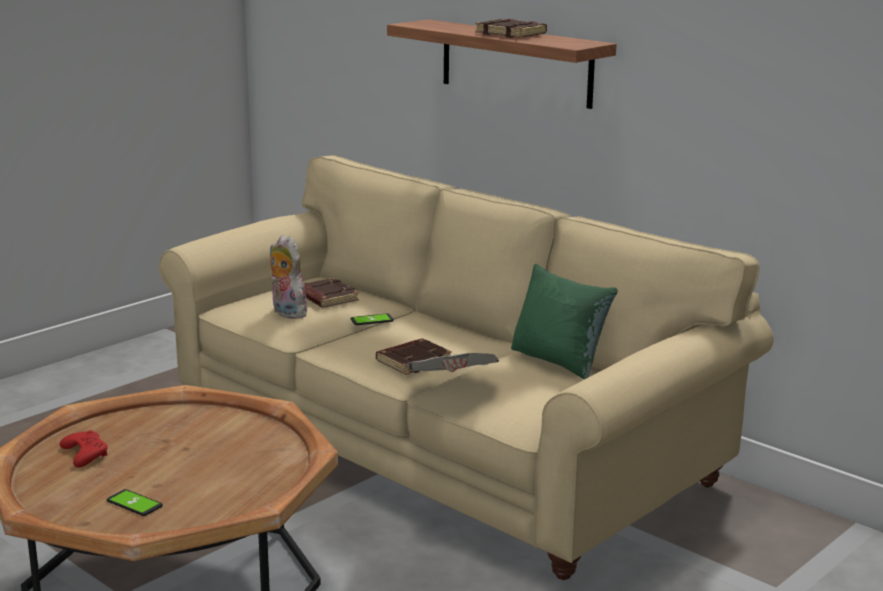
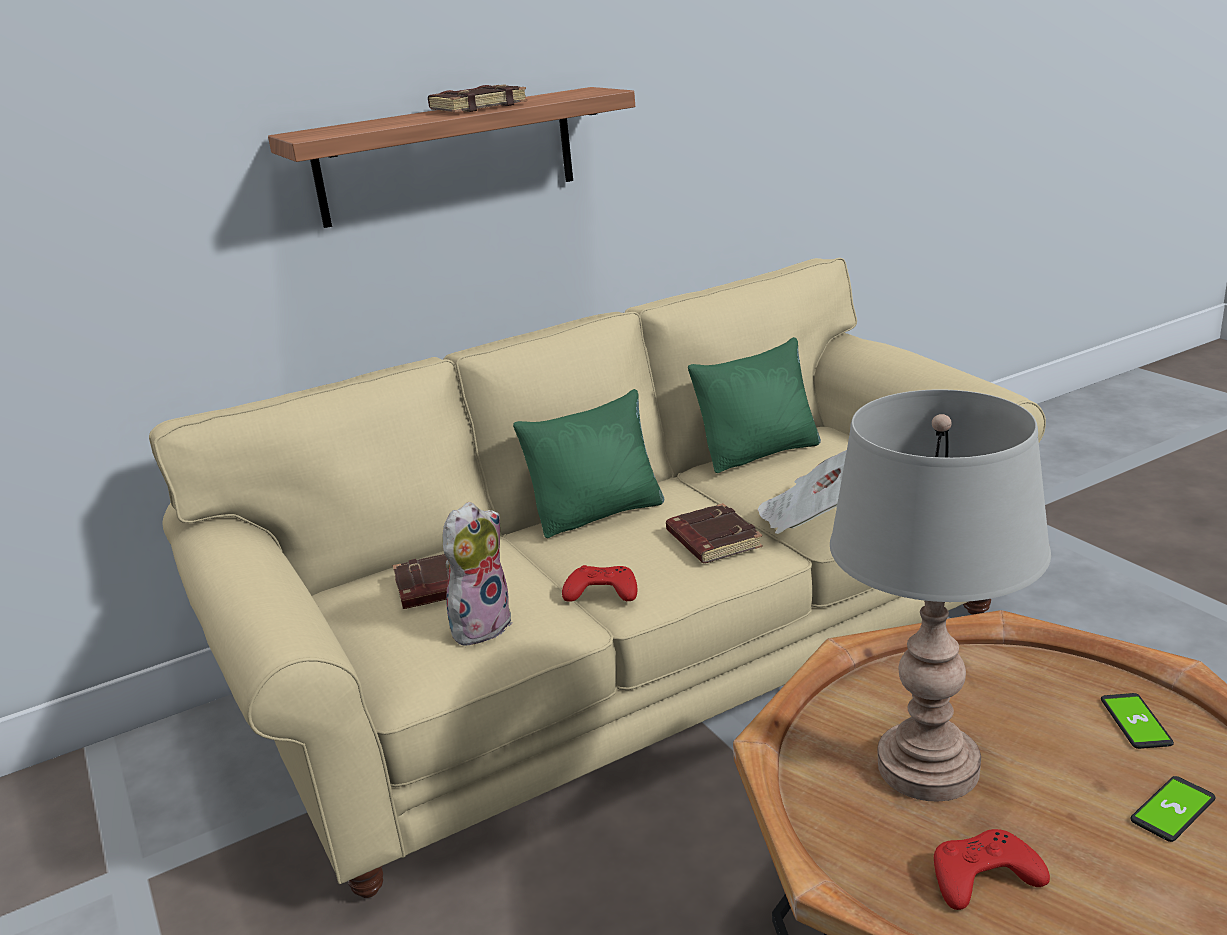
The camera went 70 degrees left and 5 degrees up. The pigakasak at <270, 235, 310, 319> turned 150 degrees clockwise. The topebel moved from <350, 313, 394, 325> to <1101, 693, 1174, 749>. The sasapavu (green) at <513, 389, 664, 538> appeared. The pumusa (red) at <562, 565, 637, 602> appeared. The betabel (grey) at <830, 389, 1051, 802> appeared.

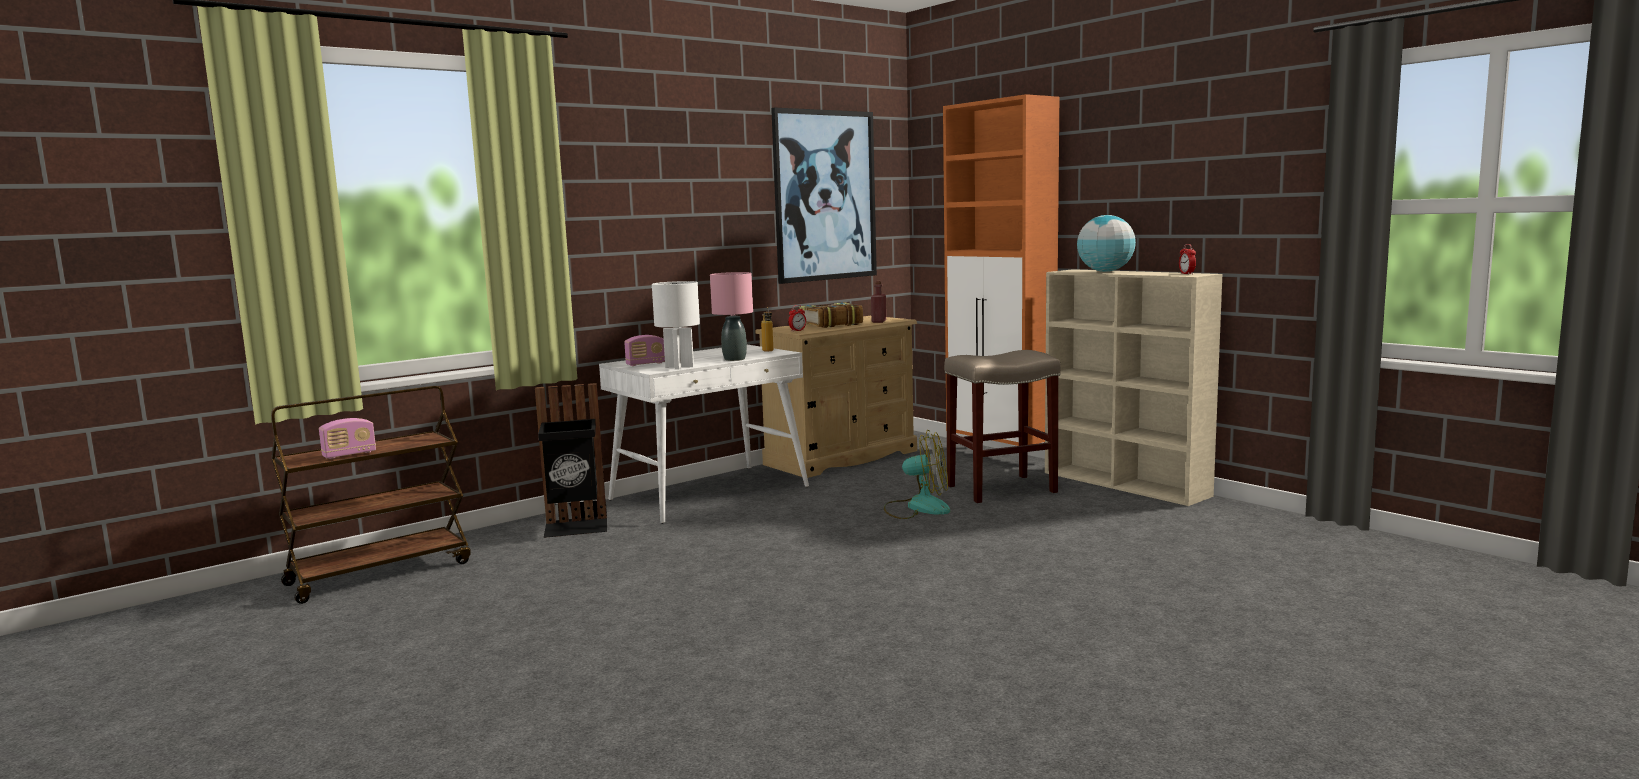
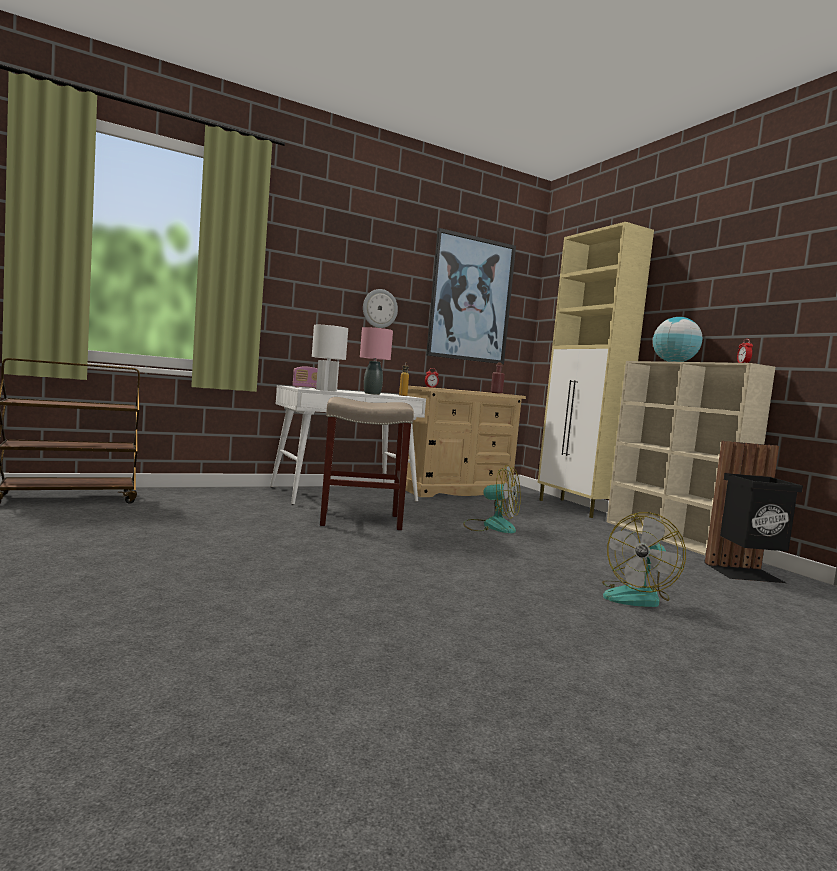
The camera went 10 degrees right and 5 degrees down. The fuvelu at <319, 418, 376, 459> disappeared. The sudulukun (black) moved from <535, 383, 607, 538> to <704, 441, 803, 583>. The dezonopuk at <800, 303, 863, 328> disappeared. The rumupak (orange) at <943, 94, 1059, 446> became the rumupak (beige) at <537, 222, 654, 518>. The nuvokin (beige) moved from <944, 350, 1061, 503> to <320, 397, 414, 530>. The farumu at <363, 289, 398, 328> appeared. The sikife at <602, 512, 686, 607> appeared.

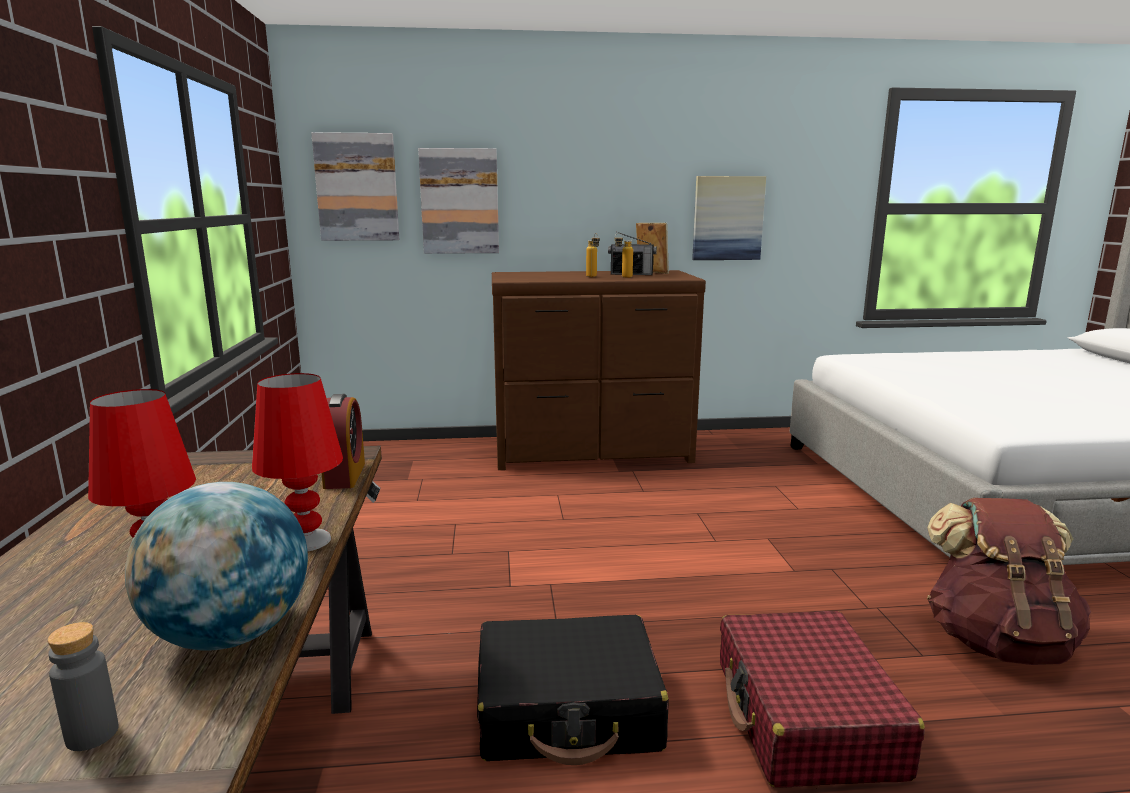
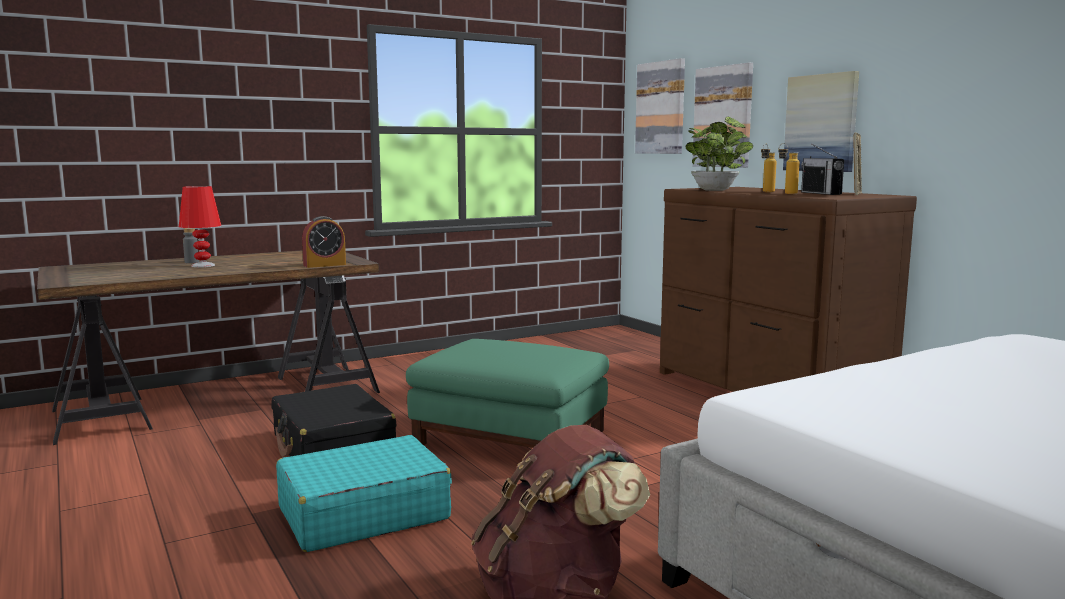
The camera went 65 degrees right and 5 degrees down. The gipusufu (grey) moved from <47, 622, 119, 751> to <183, 228, 199, 263>. The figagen at <125, 482, 308, 651> disappeared. The betabel (red) at <252, 373, 343, 551> disappeared. The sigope moved from <692, 176, 766, 260> to <783, 71, 859, 172>. The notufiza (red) at <720, 611, 925, 788> became the notufiza (turquoise) at <276, 435, 452, 552>. The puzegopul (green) at <406, 339, 609, 448> appeared. The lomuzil at <686, 116, 753, 191> appeared.

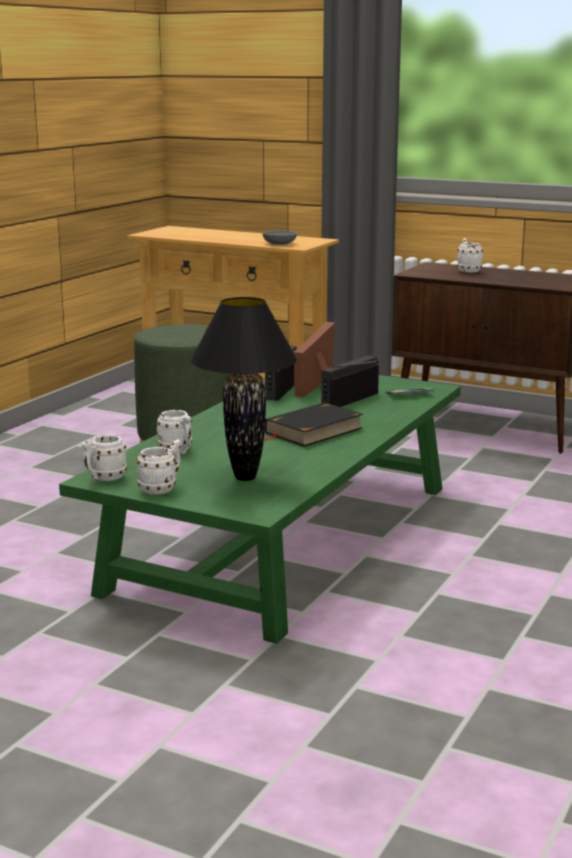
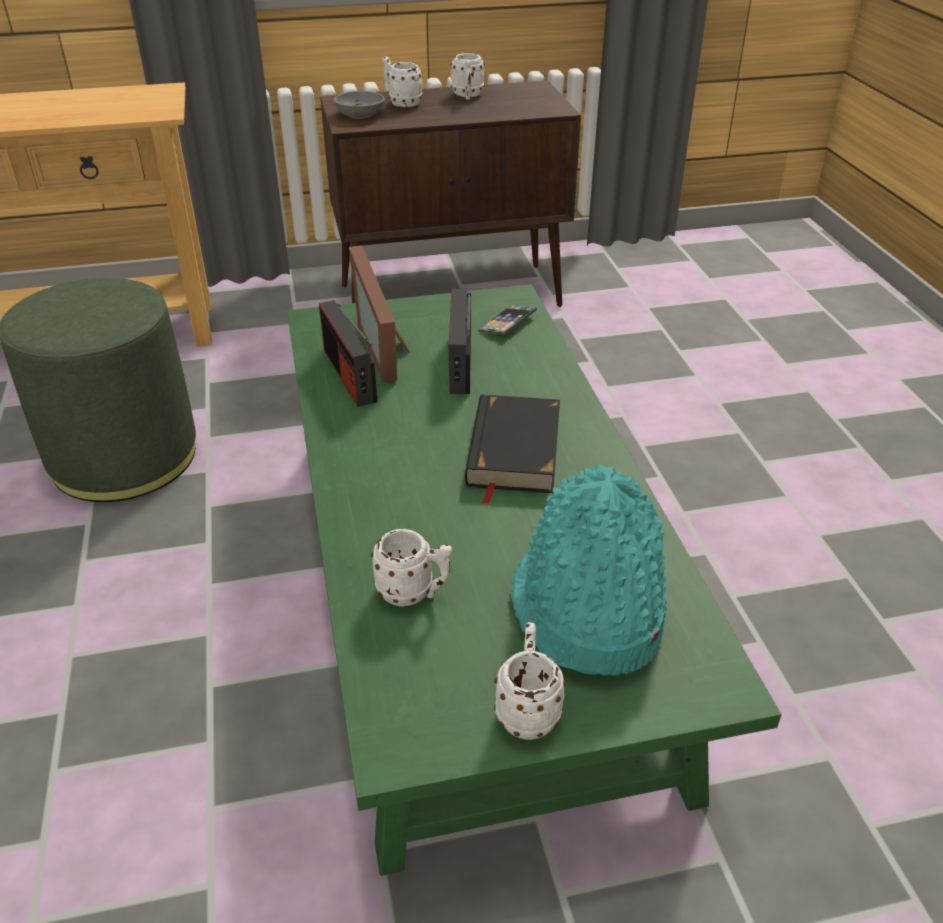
The camera went 40 degrees left and 20 degrees up. The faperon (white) moved from <82, 435, 127, 483> to <451, 53, 485, 100>. The betabel (black) at <191, 297, 297, 481> was replaced by the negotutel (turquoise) at <511, 464, 667, 676>. The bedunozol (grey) moved from <262, 230, 297, 245> to <334, 91, 385, 119>.

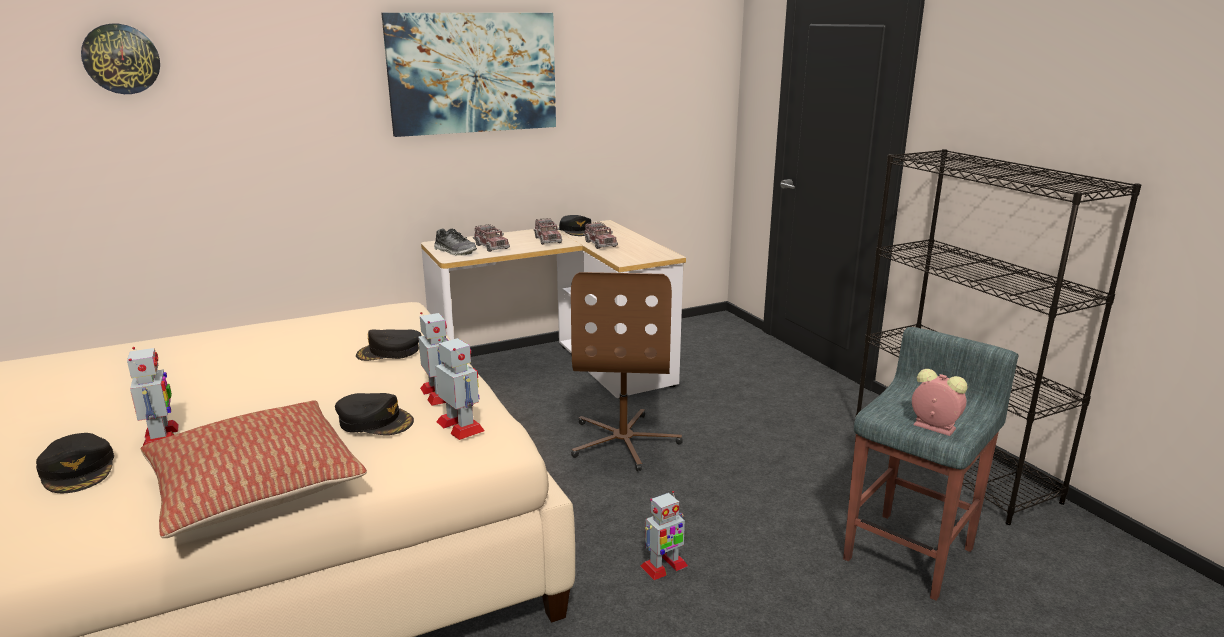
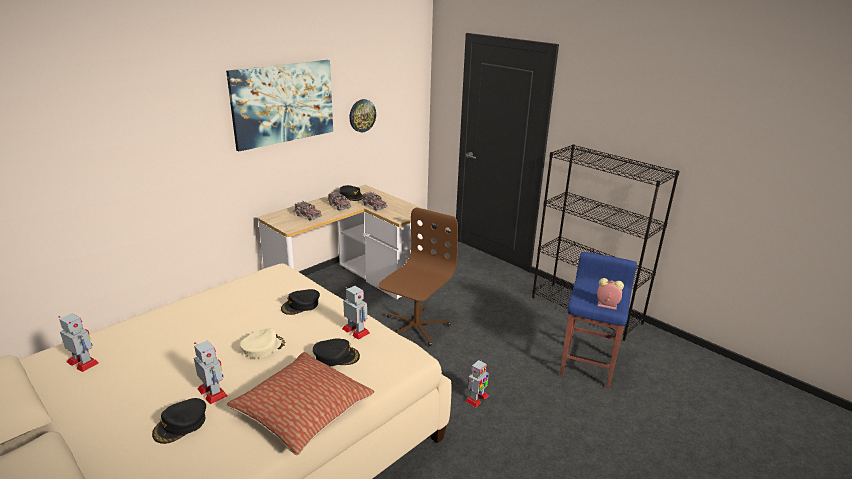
The camera went 20 degrees left and 5 degrees up. The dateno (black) at <36, 433, 114, 493> turned 90 degrees clockwise. The farumu moved from <81, 24, 160, 94> to <349, 99, 376, 132>. The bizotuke at <434, 228, 477, 256> disappeared. The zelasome moved from <436, 338, 485, 440> to <59, 313, 99, 372>. The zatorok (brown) at <571, 272, 683, 471> turned 135 degrees counterclockwise. The nuvokin (grey) at <843, 327, 1019, 601> became the nuvokin (blue) at <560, 252, 637, 388>. The dateno (beige) at <240, 328, 286, 358> appeared.

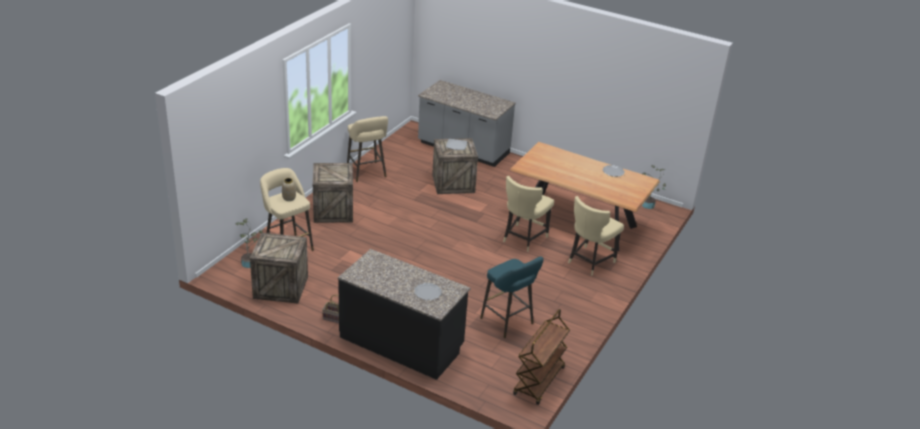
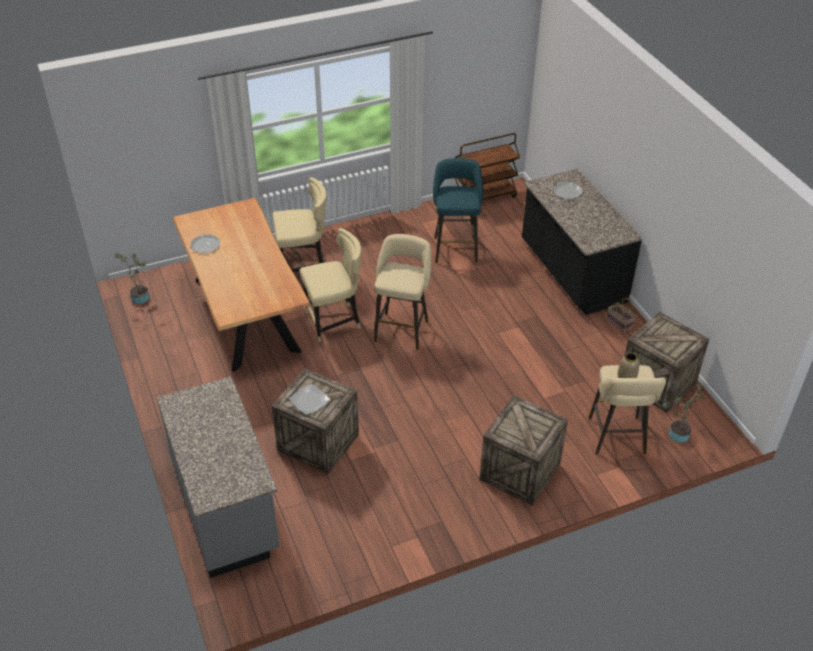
The camera went 140 degrees left and 10 degrees up. The nuvokin (beige) moved from <347, 116, 388, 182> to <374, 234, 431, 350>.

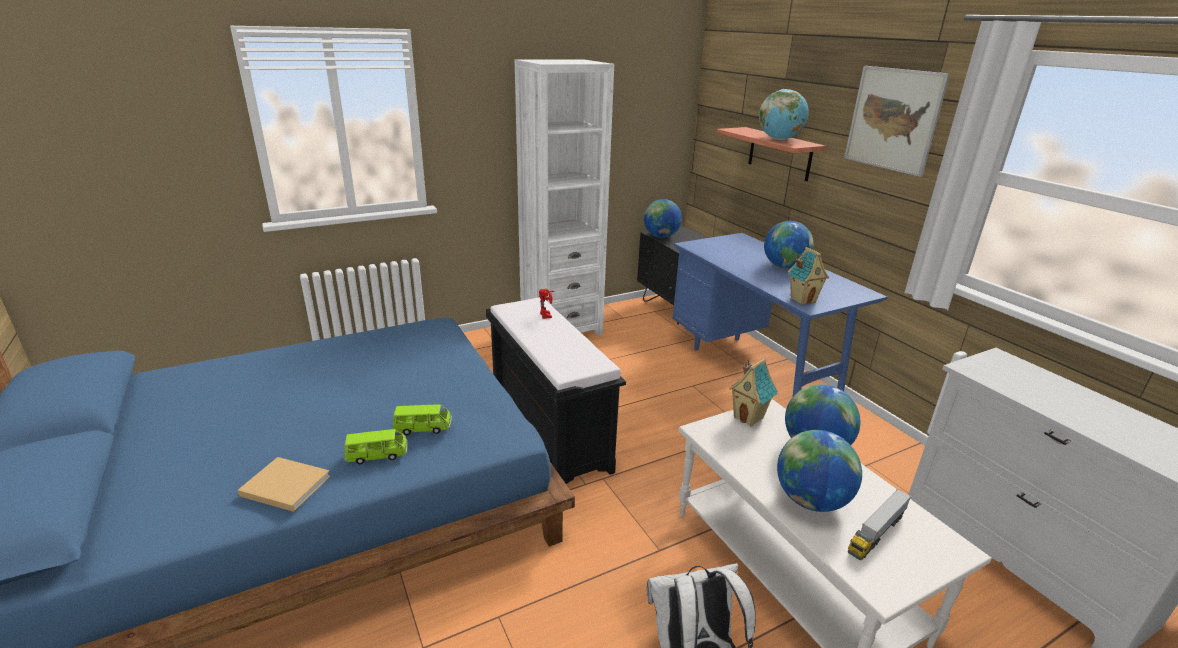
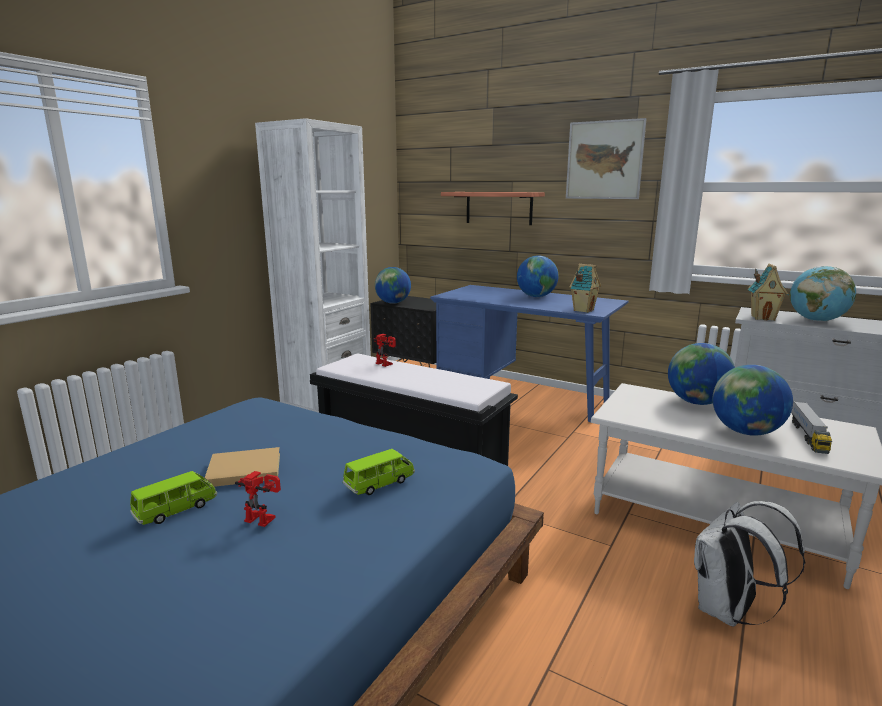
The camera went 30 degrees left and 10 degrees down. The dezonopuk (beige) moved from <238, 457, 331, 512> to <205, 447, 280, 487>. The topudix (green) moved from <344, 429, 407, 464> to <130, 471, 217, 525>. The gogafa moved from <729, 358, 778, 427> to <747, 263, 789, 321>. The figagen moved from <759, 89, 809, 140> to <790, 266, 856, 322>. The zelasome at <235, 471, 281, 527> appeared.

